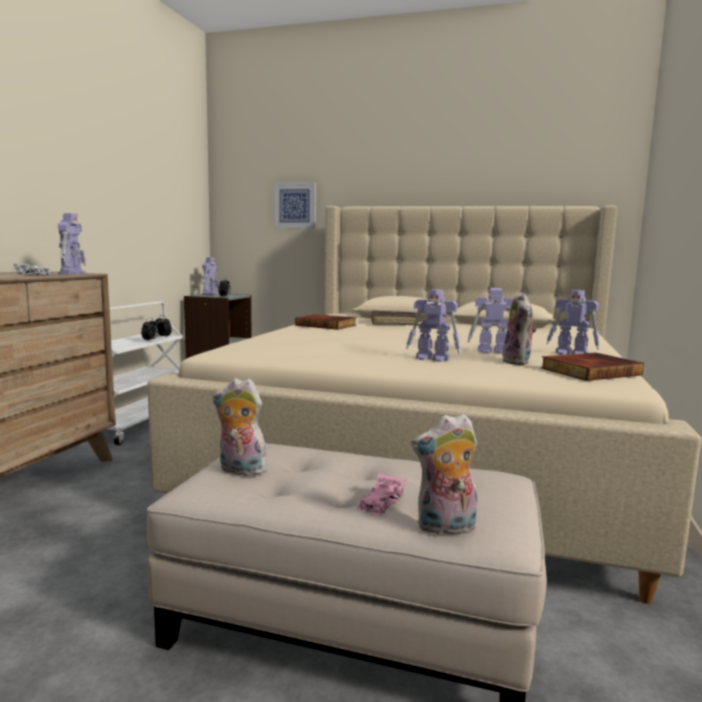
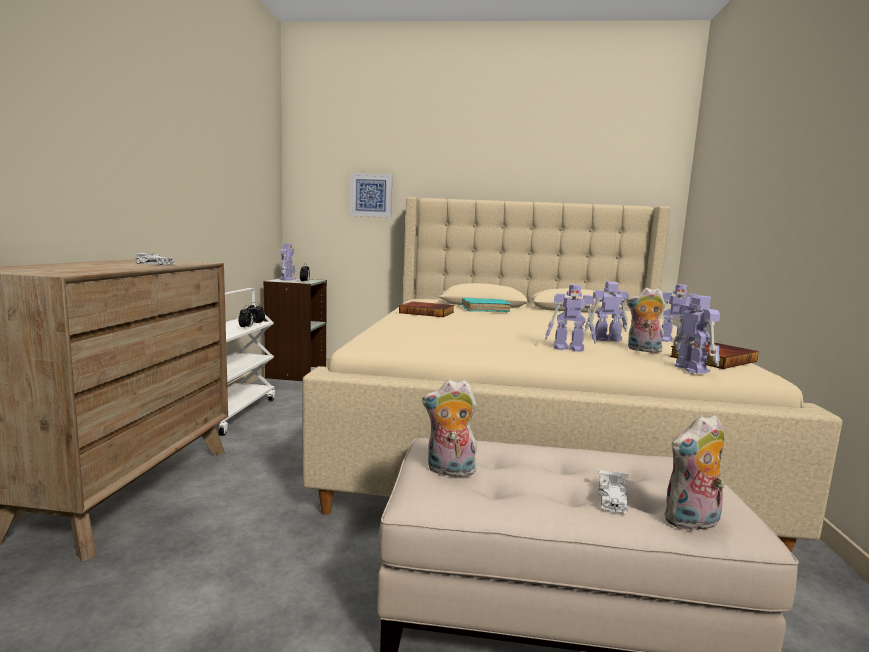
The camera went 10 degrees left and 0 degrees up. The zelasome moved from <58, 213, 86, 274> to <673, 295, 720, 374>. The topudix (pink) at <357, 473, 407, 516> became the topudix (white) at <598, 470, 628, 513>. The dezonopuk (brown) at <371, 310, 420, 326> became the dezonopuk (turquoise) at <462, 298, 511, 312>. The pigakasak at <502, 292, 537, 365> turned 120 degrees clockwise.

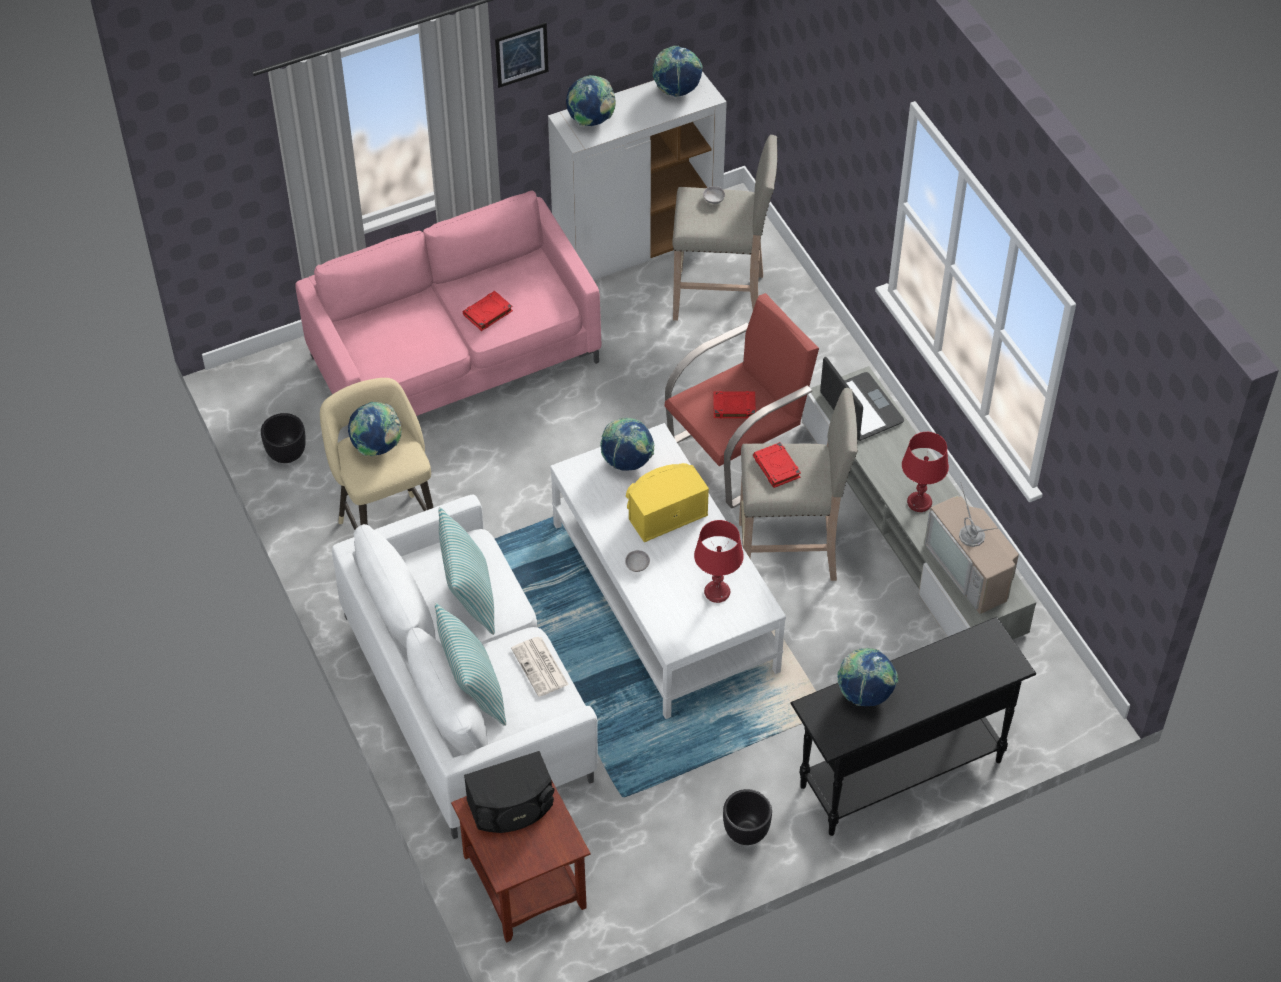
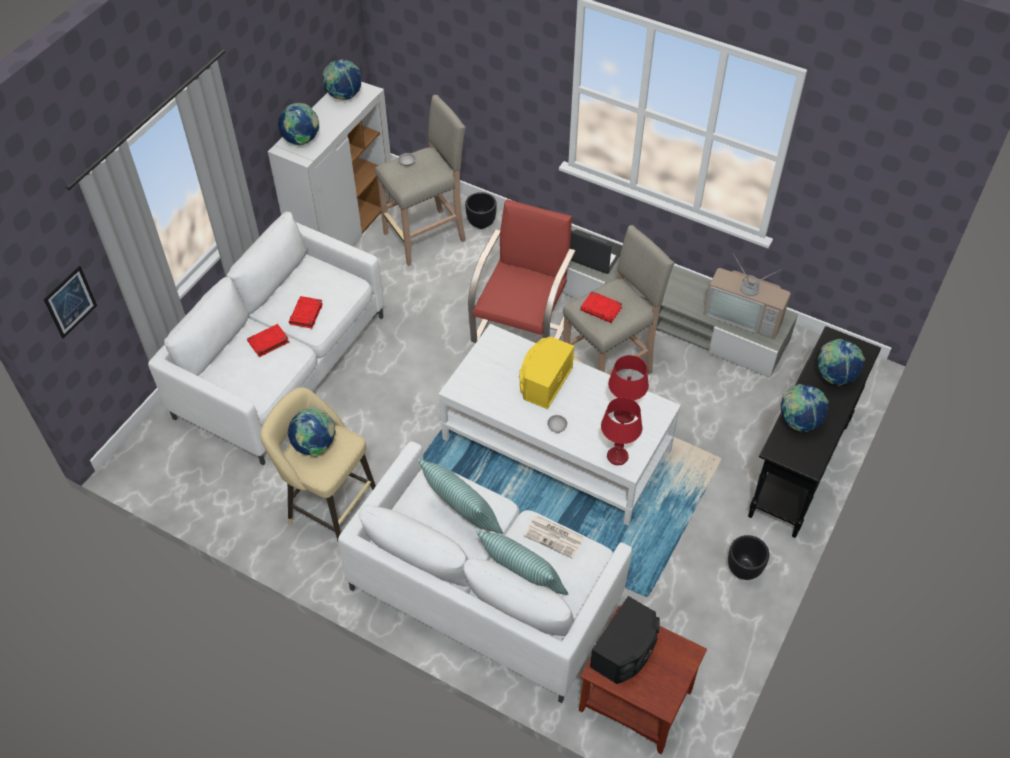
The camera went 35 degrees left and 0 degrees up. The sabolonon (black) moved from <261, 413, 306, 463> to <465, 192, 497, 229>. The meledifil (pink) at <295, 191, 601, 416> became the meledifil (white) at <148, 211, 384, 465>. The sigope moved from <495, 22, 549, 88> to <43, 266, 97, 339>. The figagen moved from <600, 418, 654, 471> to <818, 339, 865, 386>. The dezonopuk (red) moved from <713, 391, 756, 419> to <247, 324, 289, 357>. The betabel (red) moved from <902, 432, 949, 512> to <601, 397, 642, 465>.

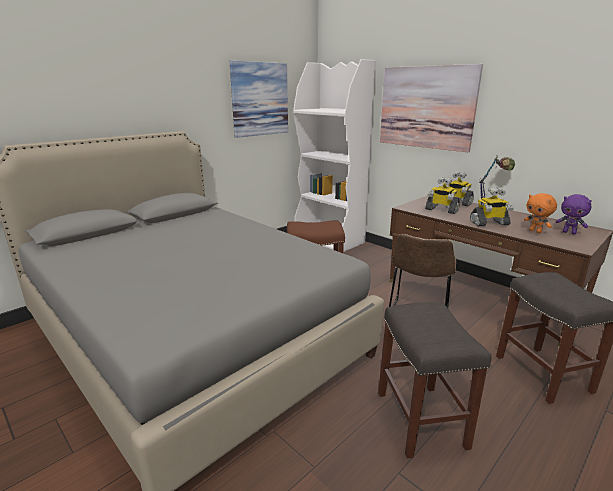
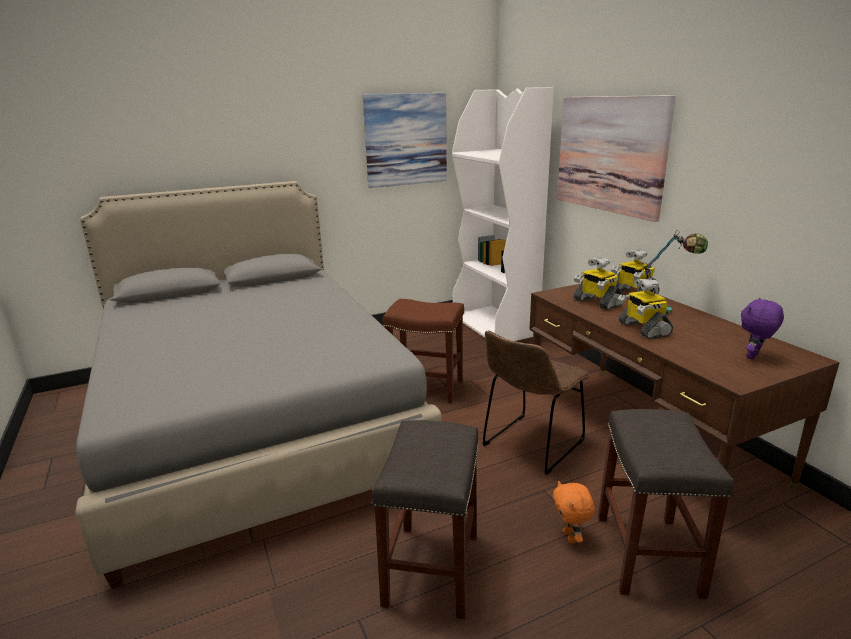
The camera went 20 degrees right and 0 degrees up. The zelasome at <470, 187, 514, 226> turned 60 degrees clockwise. The pigakasak (orange) moved from <524, 193, 557, 233> to <553, 481, 595, 544>. The pigakasak (purple) at <556, 194, 592, 234> turned 75 degrees clockwise.

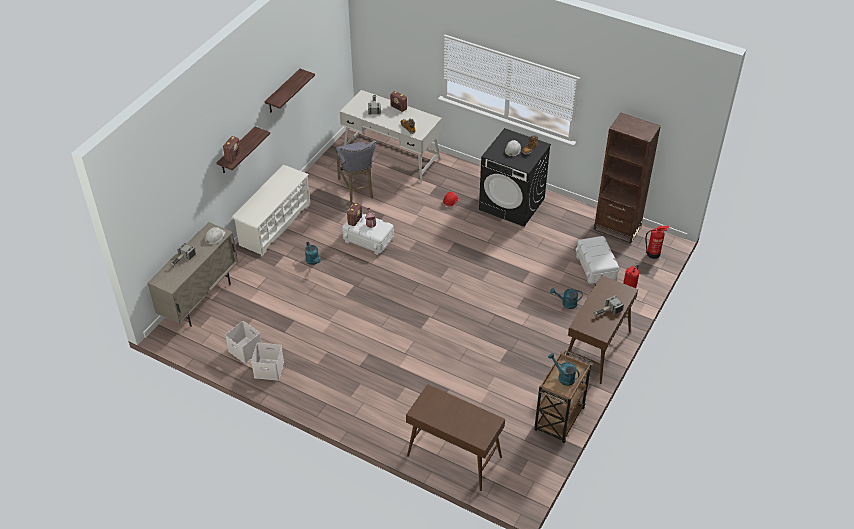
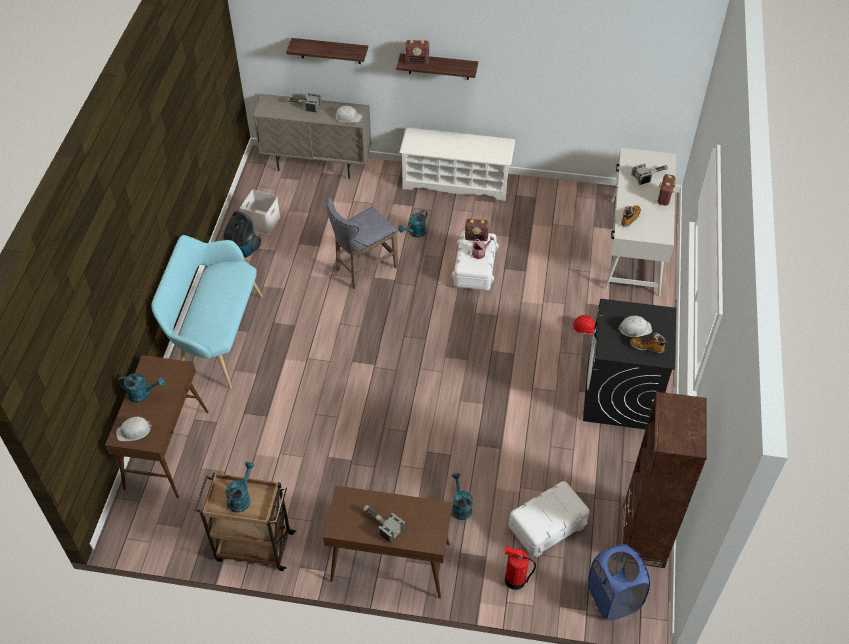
The camera went 70 degrees right and 5 degrees up. The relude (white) at <251, 343, 284, 381> was replaced by the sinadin at <223, 211, 261, 258>. The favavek moved from <264, 69, 315, 113> to <286, 38, 368, 64>. The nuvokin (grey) moved from <336, 141, 376, 203> to <326, 198, 399, 289>. The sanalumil at <646, 226, 669, 259> was replaced by the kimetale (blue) at <588, 544, 650, 620>. The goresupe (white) at <116, 417, 152, 441> appeared. The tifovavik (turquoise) at <118, 373, 165, 403> appeared. The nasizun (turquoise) at <151, 235, 263, 389> appeared.

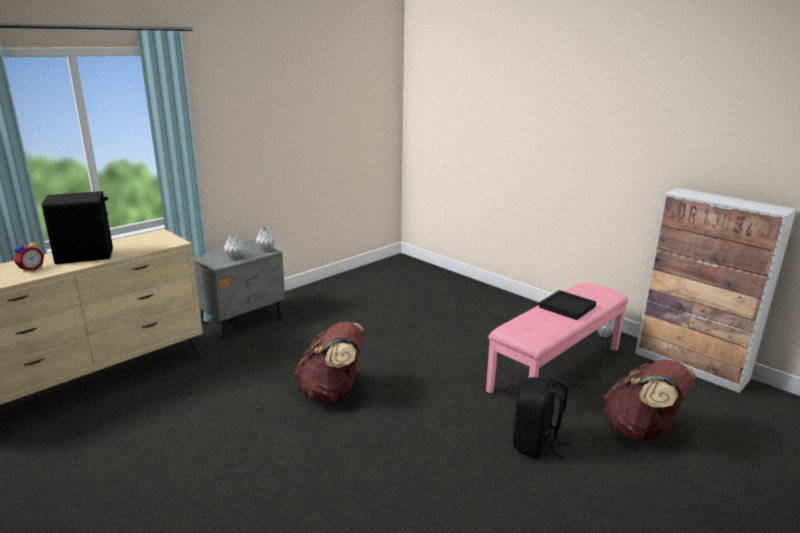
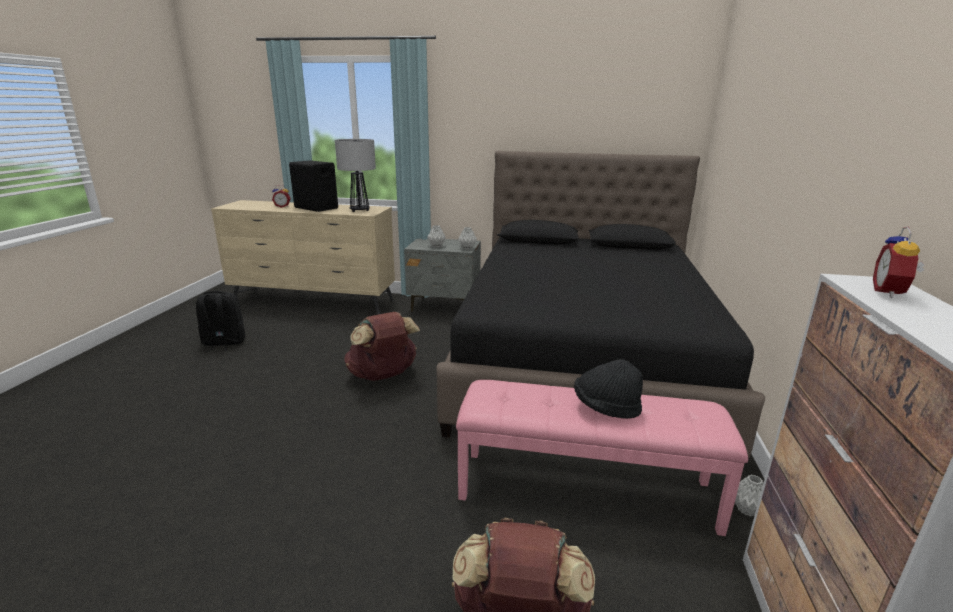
The camera went 55 degrees right and 0 degrees up. The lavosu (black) moved from <513, 377, 570, 459> to <196, 291, 245, 352>. The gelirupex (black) at <539, 290, 596, 320> was replaced by the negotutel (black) at <574, 359, 643, 419>. The betabel at <335, 139, 376, 212> appeared. The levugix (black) at <436, 151, 765, 464> appeared. The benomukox at <873, 227, 925, 298> appeared.

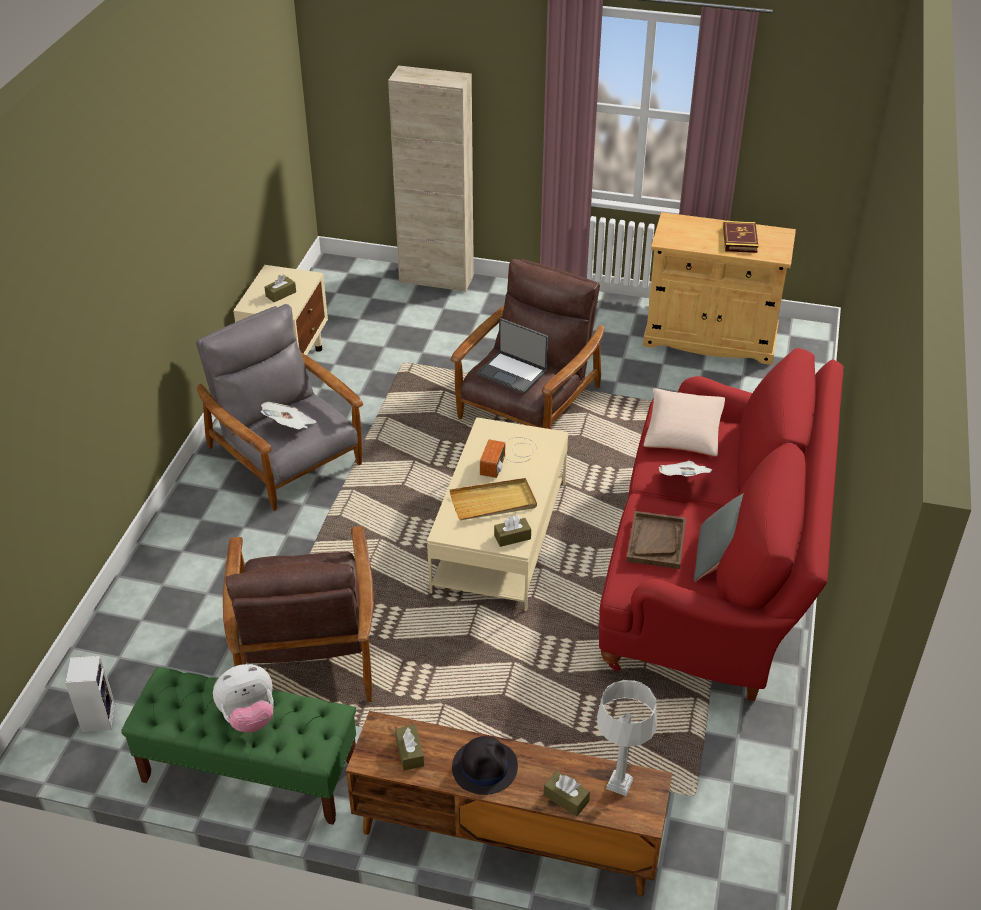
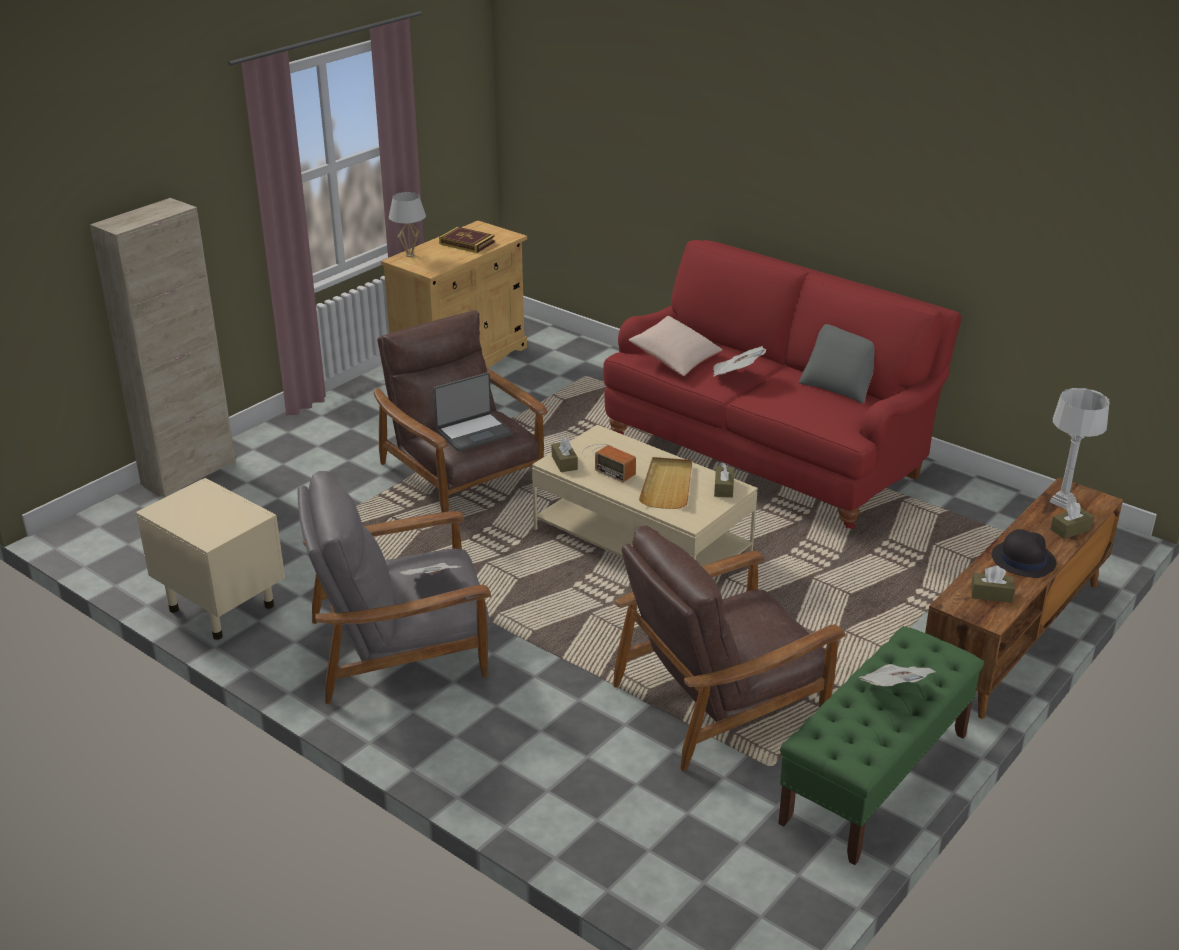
The camera went 65 degrees left and 10 degrees down. The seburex at <65, 656, 115, 732> disappeared. The pigakasak at <213, 664, 274, 733> was replaced by the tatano at <858, 664, 936, 686>. The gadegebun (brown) at <223, 526, 374, 702> turned 135 degrees clockwise. The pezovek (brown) moved from <265, 275, 296, 302> to <551, 437, 578, 472>. The gelirupex (brown) at <626, 511, 686, 569> disappeared. The betabel (white) at <389, 192, 426, 257> appeared.

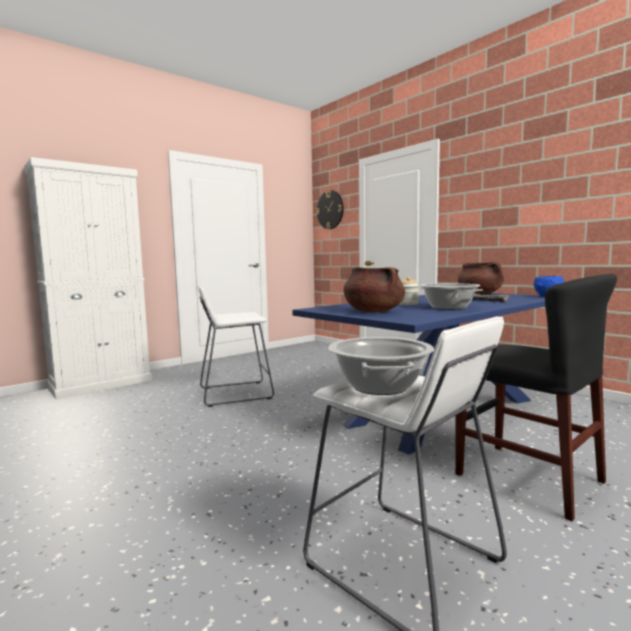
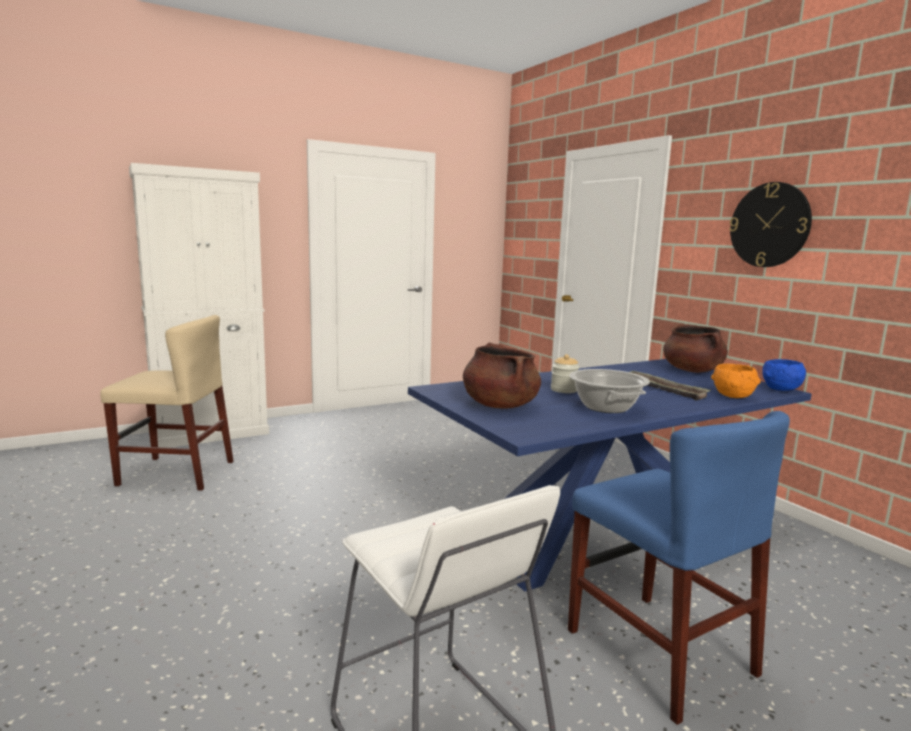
The camera went 10 degrees right and 5 degrees up. The nuvokin (white) at <198, 286, 274, 407> disappeared. The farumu moved from <316, 190, 344, 229> to <729, 182, 812, 267>. The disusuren at <328, 337, 434, 395> disappeared. The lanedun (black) at <455, 274, 617, 521> became the lanedun (blue) at <568, 411, 790, 725>. The lanedun (beige) at <100, 315, 233, 491> appeared. The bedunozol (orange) at <711, 364, 761, 398> appeared.

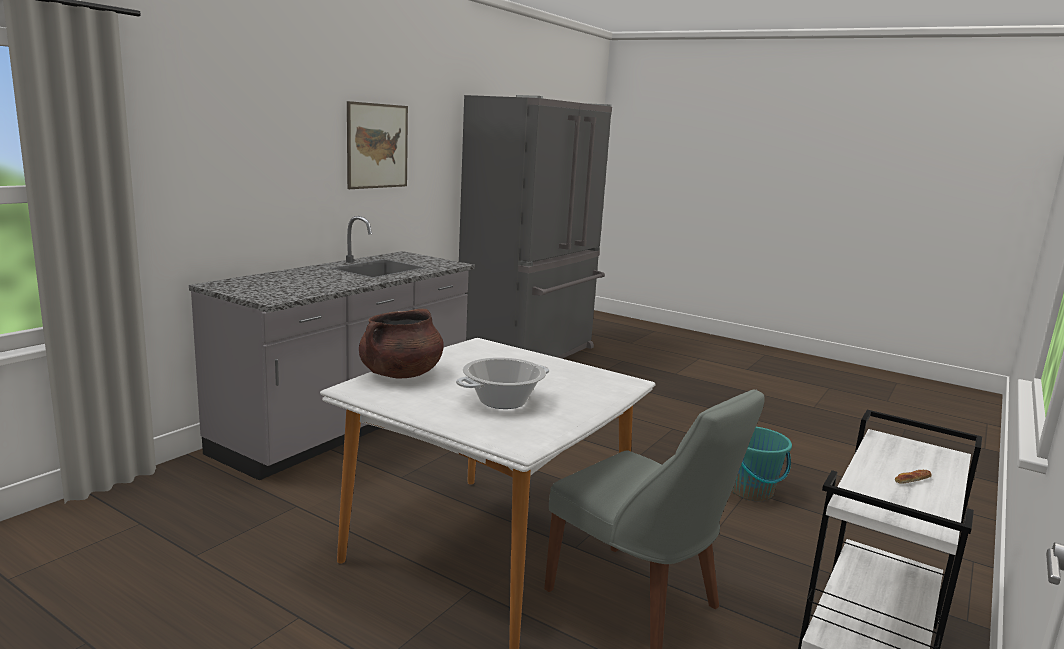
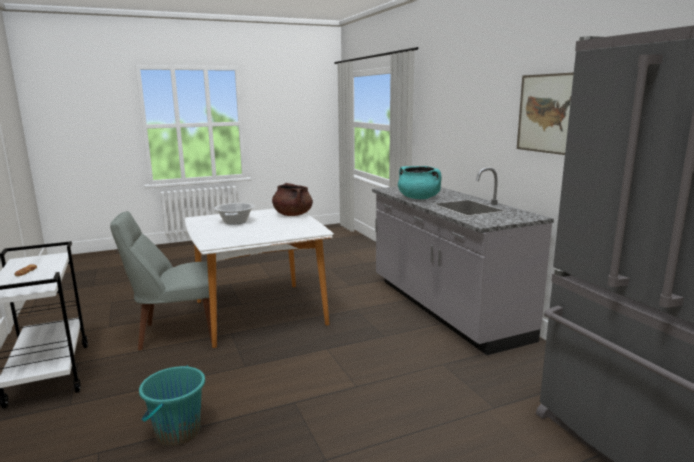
The camera went 125 degrees right and 0 degrees up. The disusuren (turquoise) at <398, 166, 441, 199> appeared.

